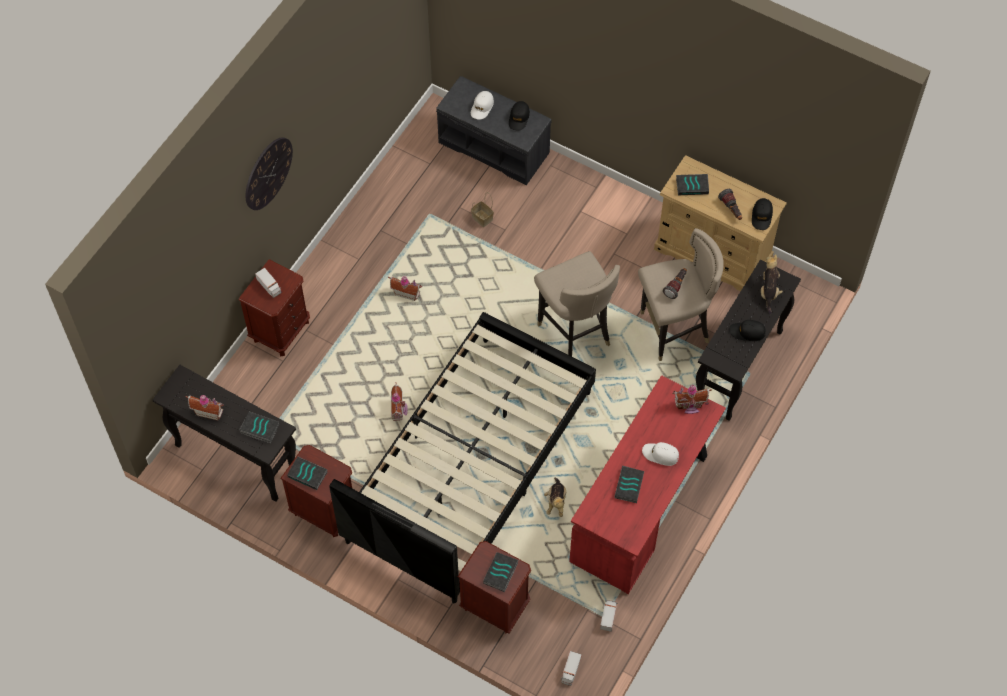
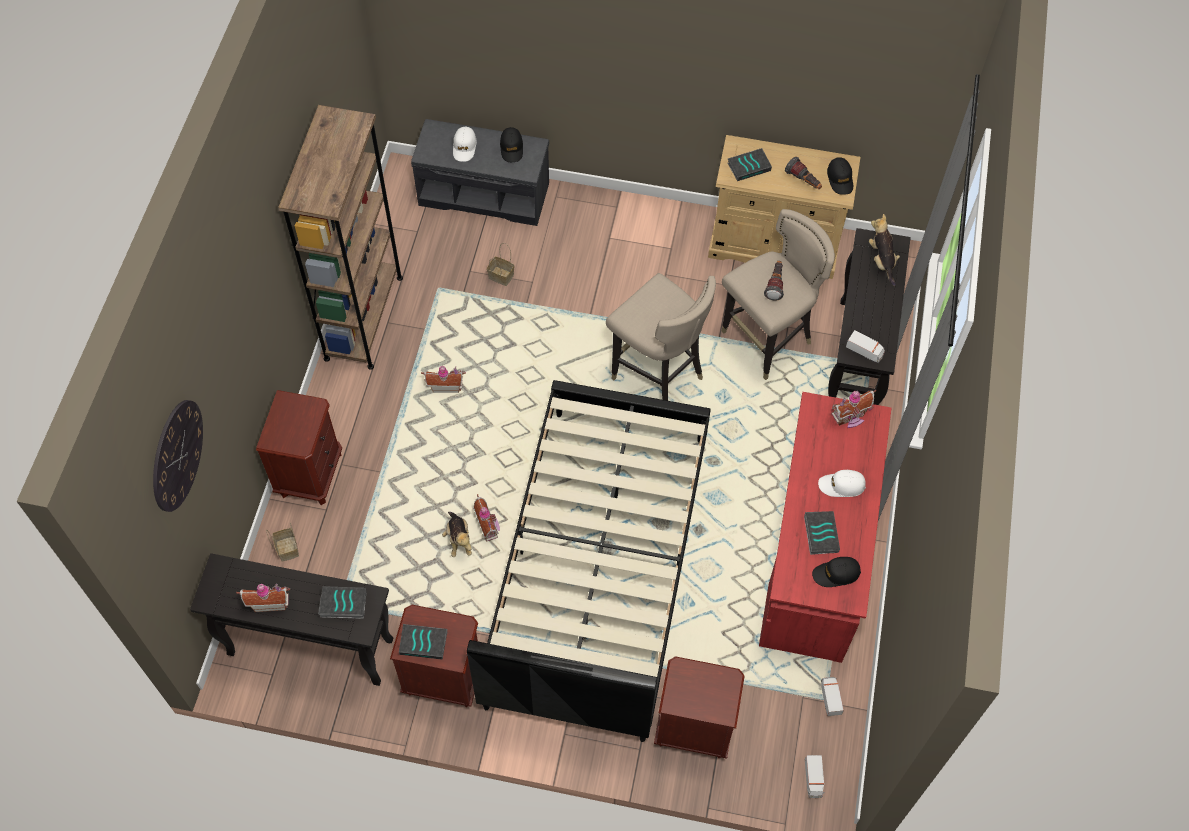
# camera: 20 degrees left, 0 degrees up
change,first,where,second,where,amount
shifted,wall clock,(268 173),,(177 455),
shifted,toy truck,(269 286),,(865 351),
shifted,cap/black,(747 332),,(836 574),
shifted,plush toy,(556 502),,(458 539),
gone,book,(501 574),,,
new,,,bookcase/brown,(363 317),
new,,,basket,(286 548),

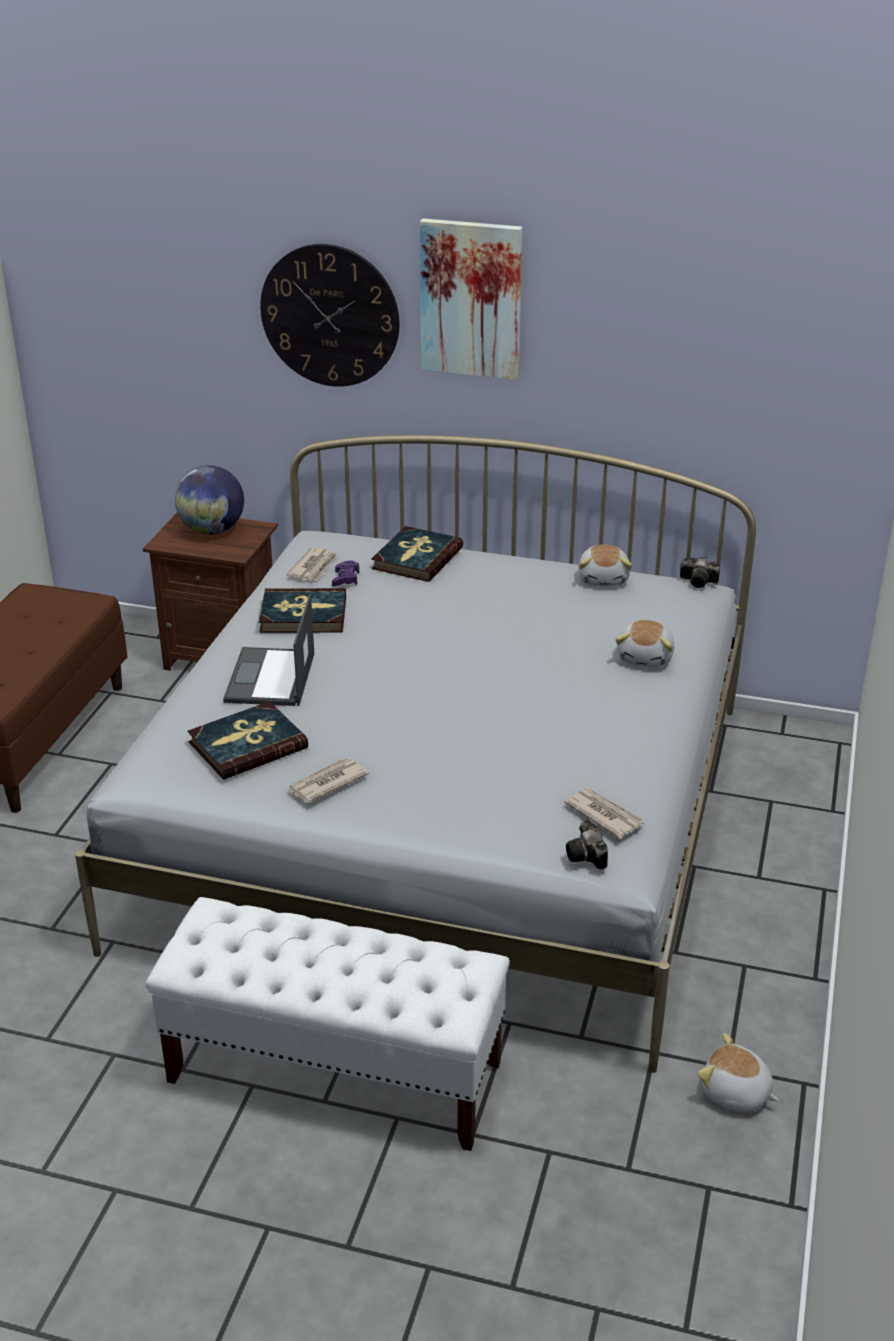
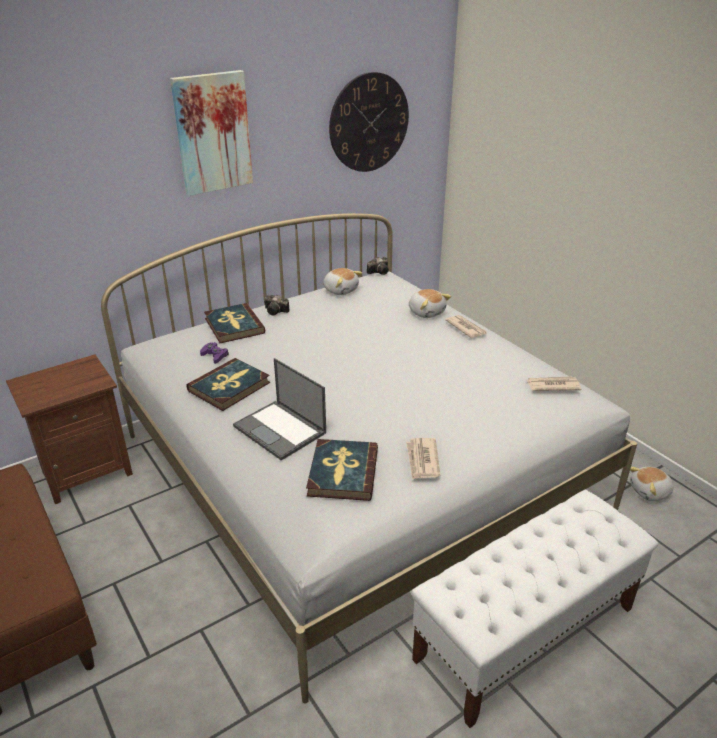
# camera: 50 degrees left, 0 degrees up
change,first,where,second,where,amount
shifted,wall clock,(330 316),,(369 123),
gone,globe,(212 530),,,
shifted,newspaper,(314 567),,(466 328),
shifted,photo camera,(587 857),,(276 311),

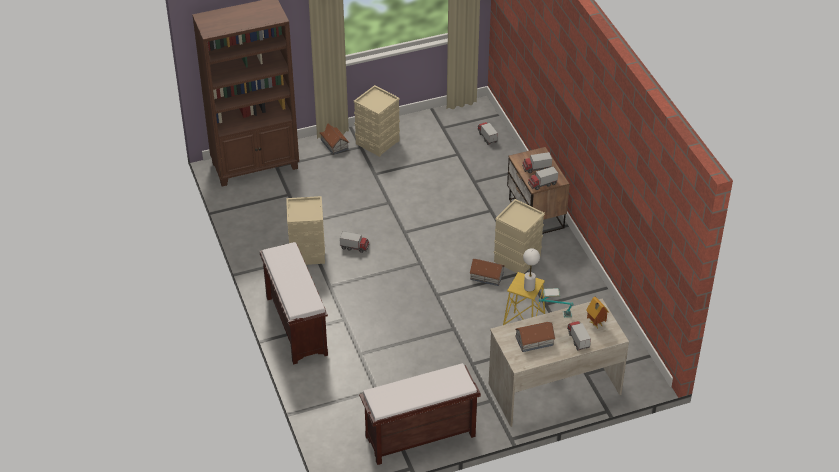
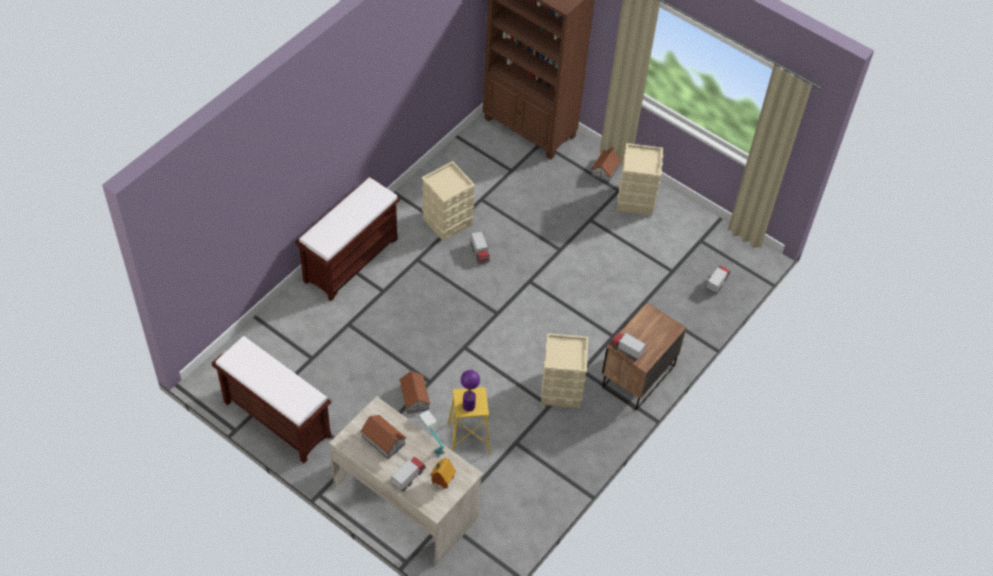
# camera: 55 degrees right, 10 degrees up
change,first,where,second,where,amount
gone,toy truck,(536 168),,,
repainted,table lamp/white,(529 287),table lamp/purple,(468 406),
shifted,toy house,(487 276),,(414 397),

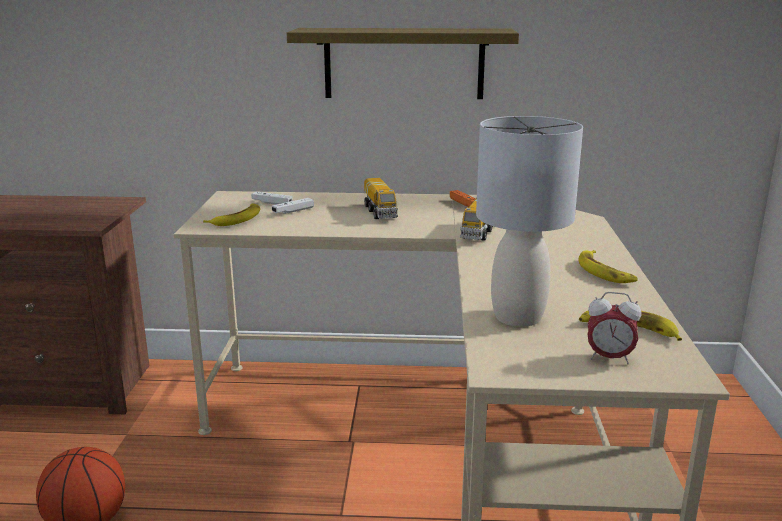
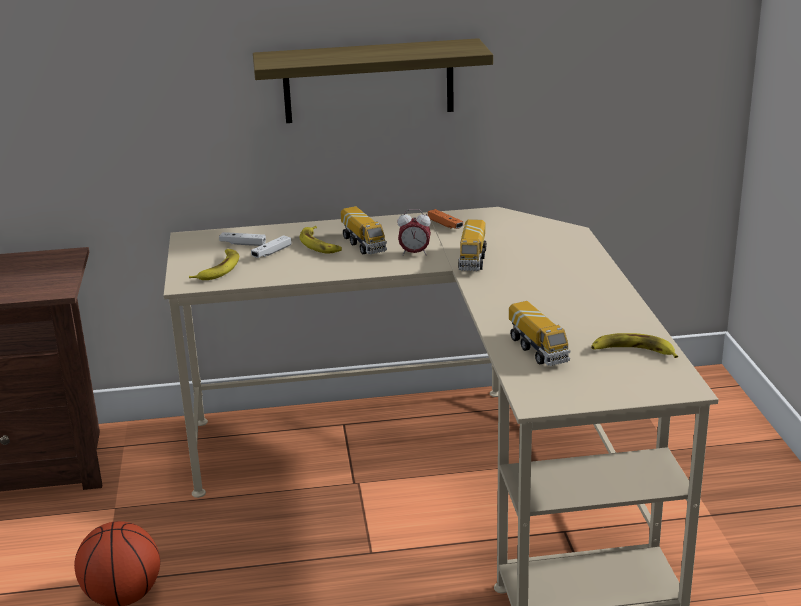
# camera: 10 degrees left, 5 degrees up
change,first,where,second,where,amount
swapped,table lamp/grey,(518 316),toy truck,(538 350),
shifted,banana,(604 272),,(320 245),
shifted,alarm clock,(609 358),,(414 253),

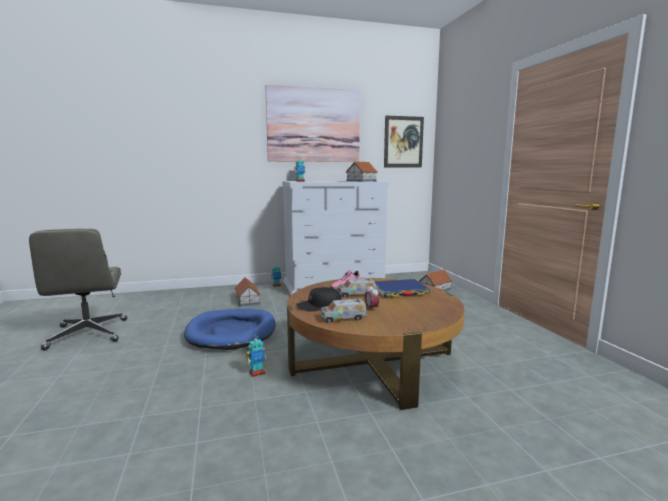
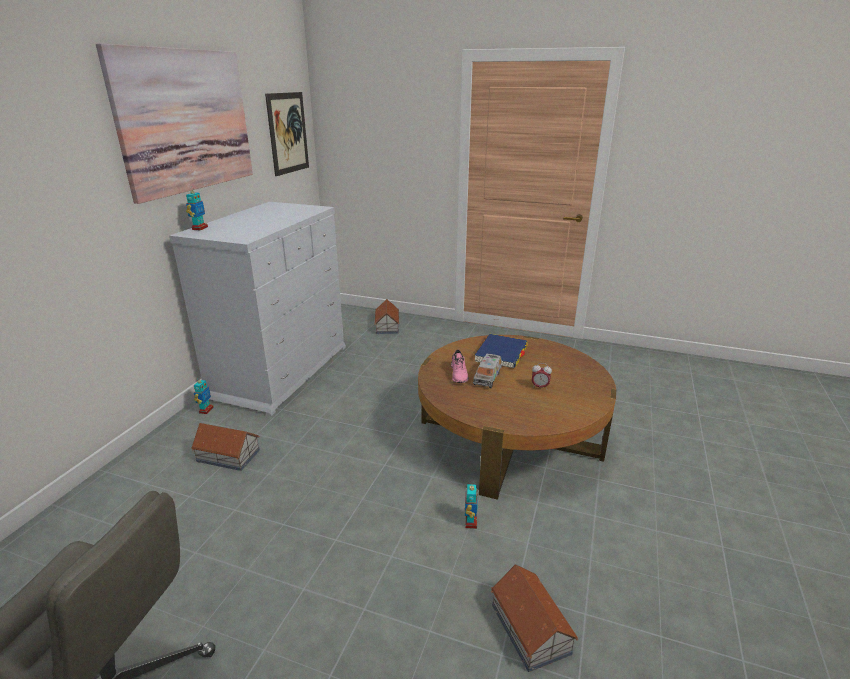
# camera: 55 degrees left, 15 degrees up
change,first,where,second,where,amount
shifted,toy house,(361 181),,(530 629),
gone,cap/black,(319 306),,,
gone,toy truck,(343 318),,,
gone,dog bed/blue,(232 332),,,

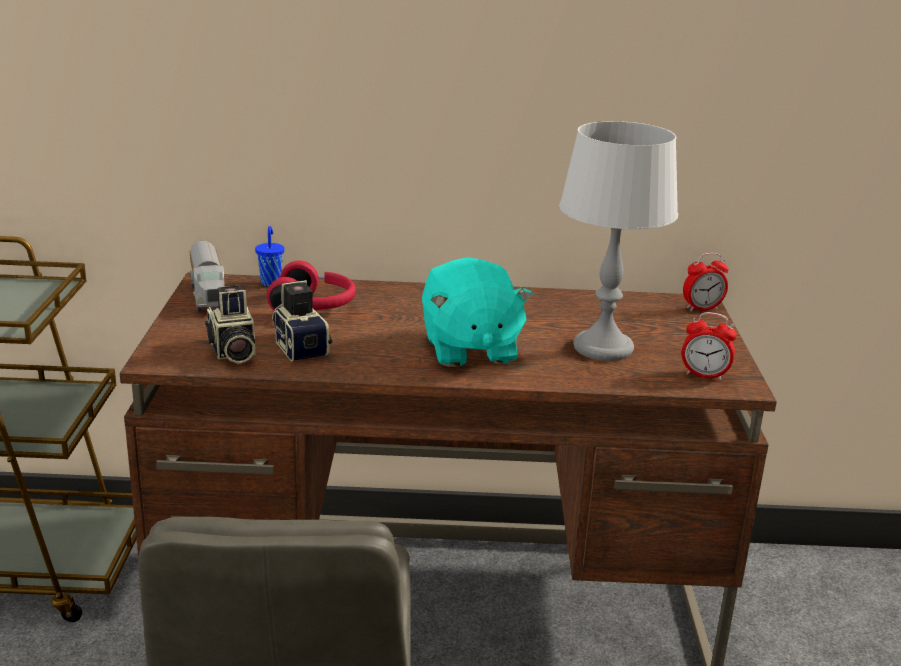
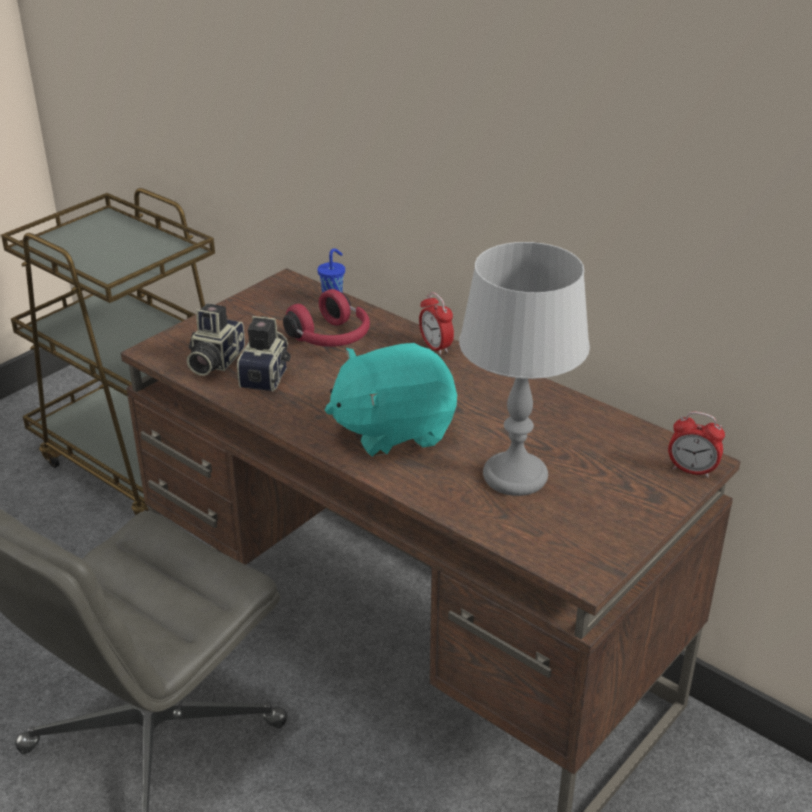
# camera: 40 degrees right, 10 degrees up
change,first,where,second,where,amount
gone,toy truck,(210 295),,,
rotated,plush toy/turquoise,(469 349),,(393 430),45 degrees clockwise
shifted,alarm clock,(704 375),,(435 347),

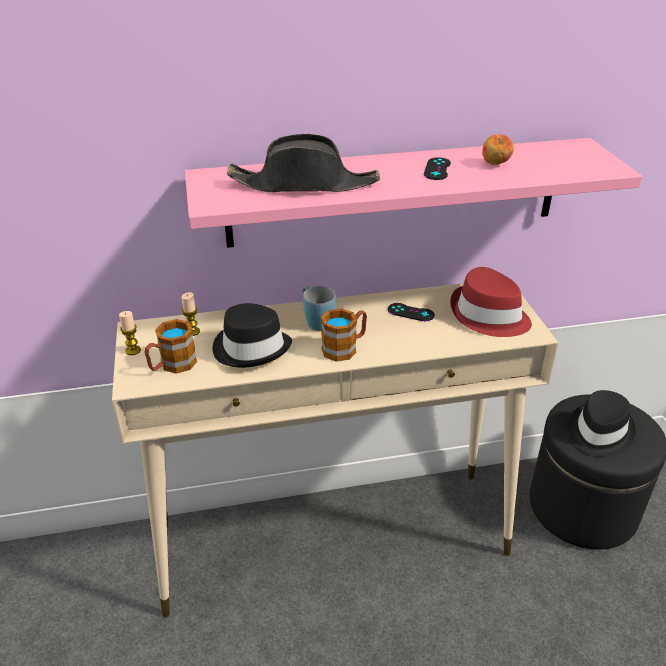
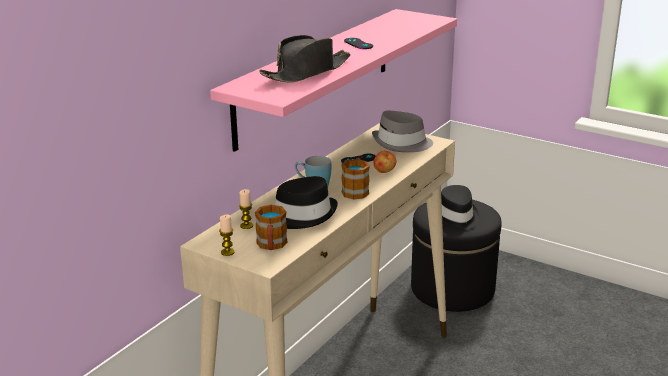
# camera: 45 degrees left, 10 degrees down
change,first,where,second,where,amount
shifted,apple,(495 164),,(384 172),
repainted,hat/red,(488 316),hat/grey,(402 144),

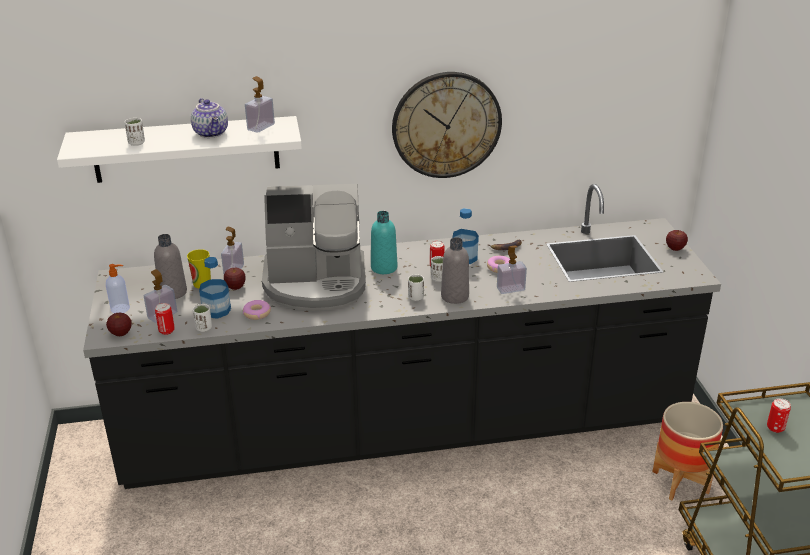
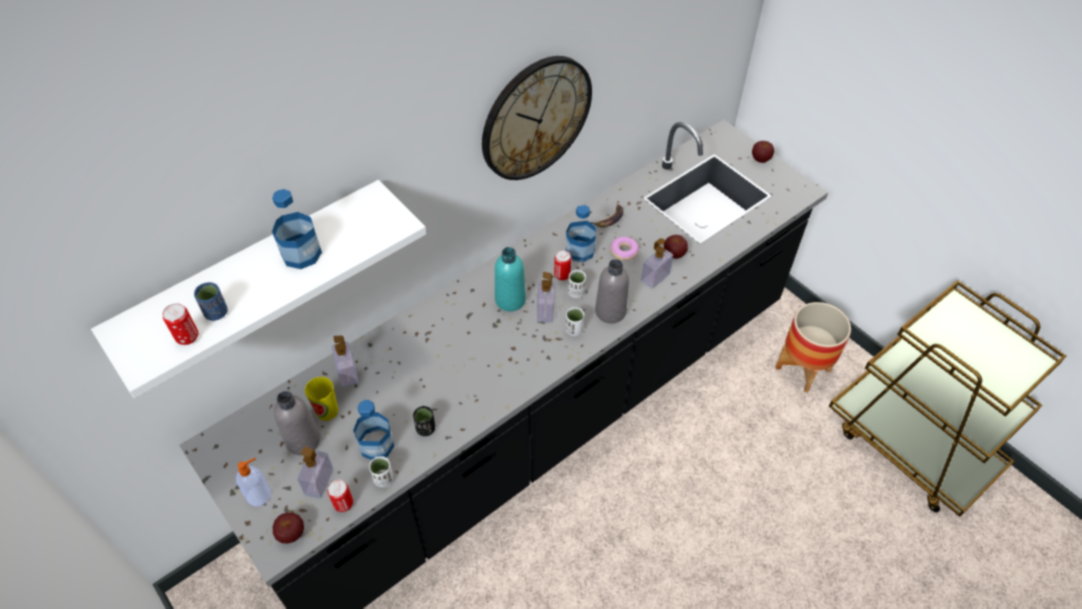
# camera: 30 degrees left, 20 degrees up
change,first,where,second,where,amount
shifted,soap dispenser,(261 127),,(545 310),
swapped,teapot,(212 133),bottle,(301 254),
repainted,cup/white,(136 143),cup/blue,(216 312),
gone,coffee machine,(316 283),,,
shifted,apple,(235 287),,(674 254),
swapped,donut,(257 313),cup/black,(425 429),
shifted,can,(775 428),,(187 337),

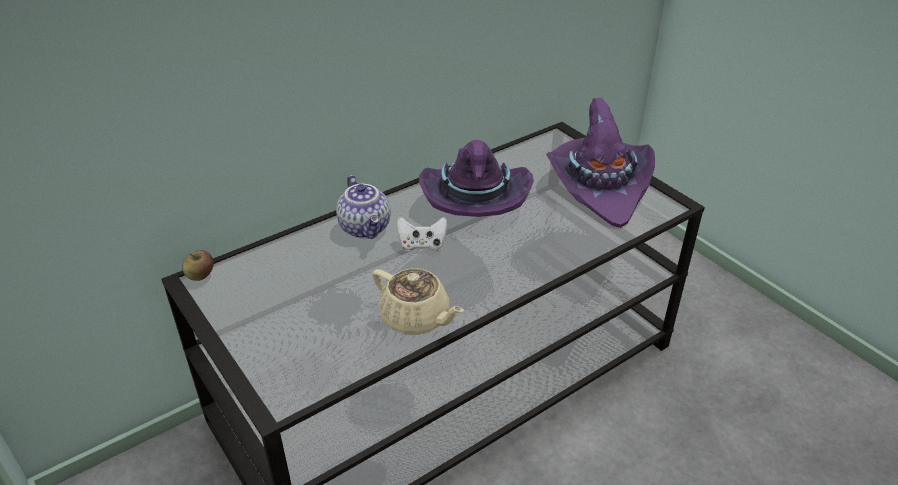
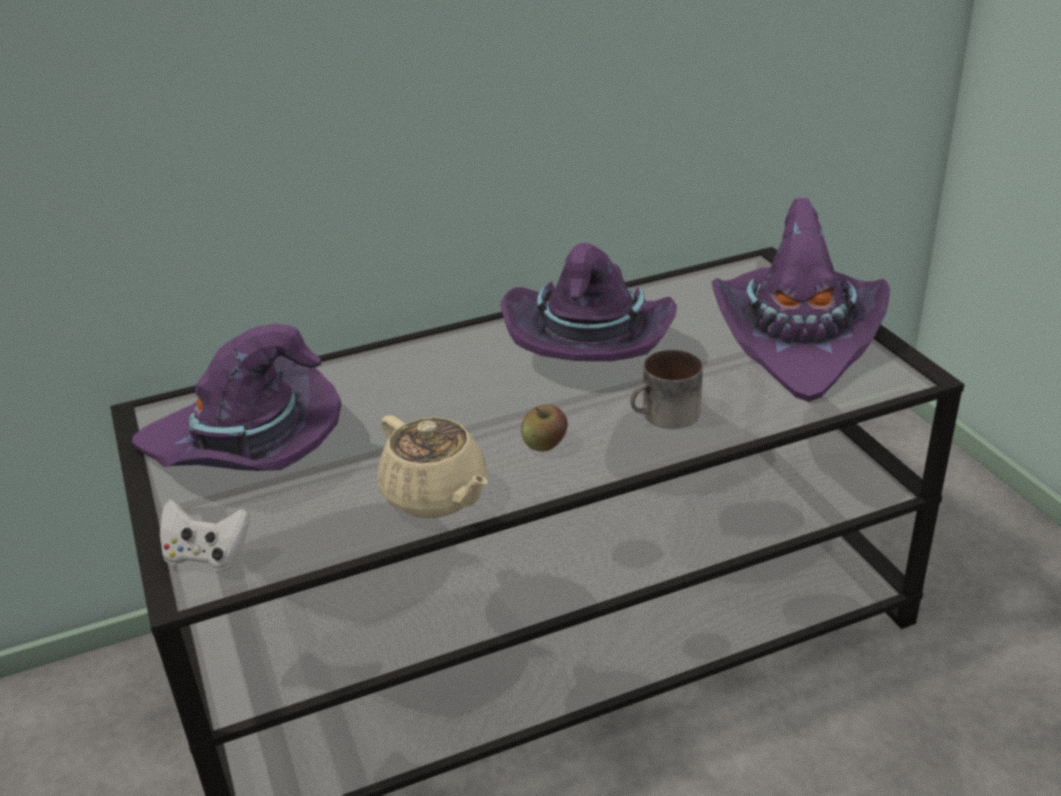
# camera: 15 degrees right, 5 degrees down
change,first,where,second,where,amount
gone,teapot,(366 228),,,
shifted,game controller/white,(422 245),,(207 556),
shifted,apple,(201 275),,(545 444),
new,,,hat/purple,(247 450),
new,,,mug,(666 416),

